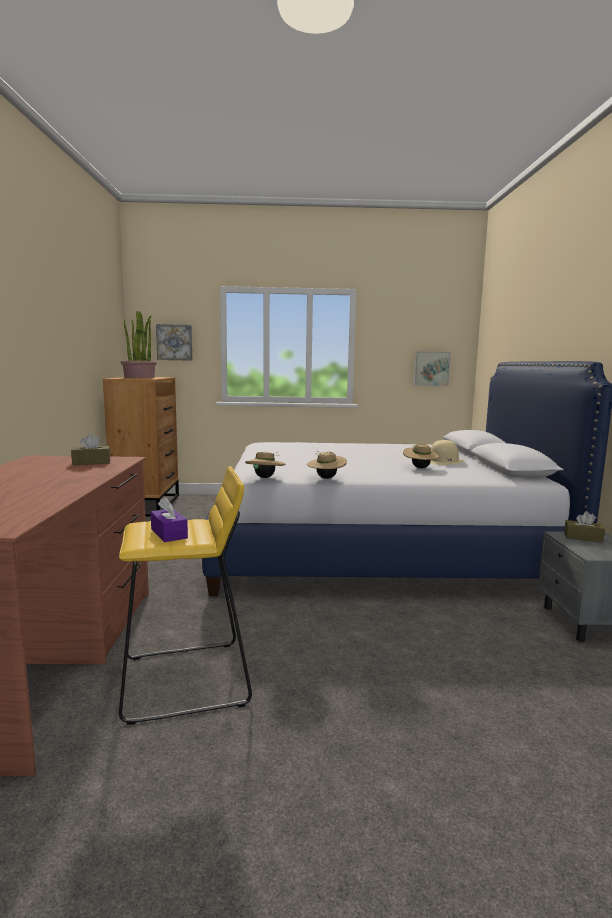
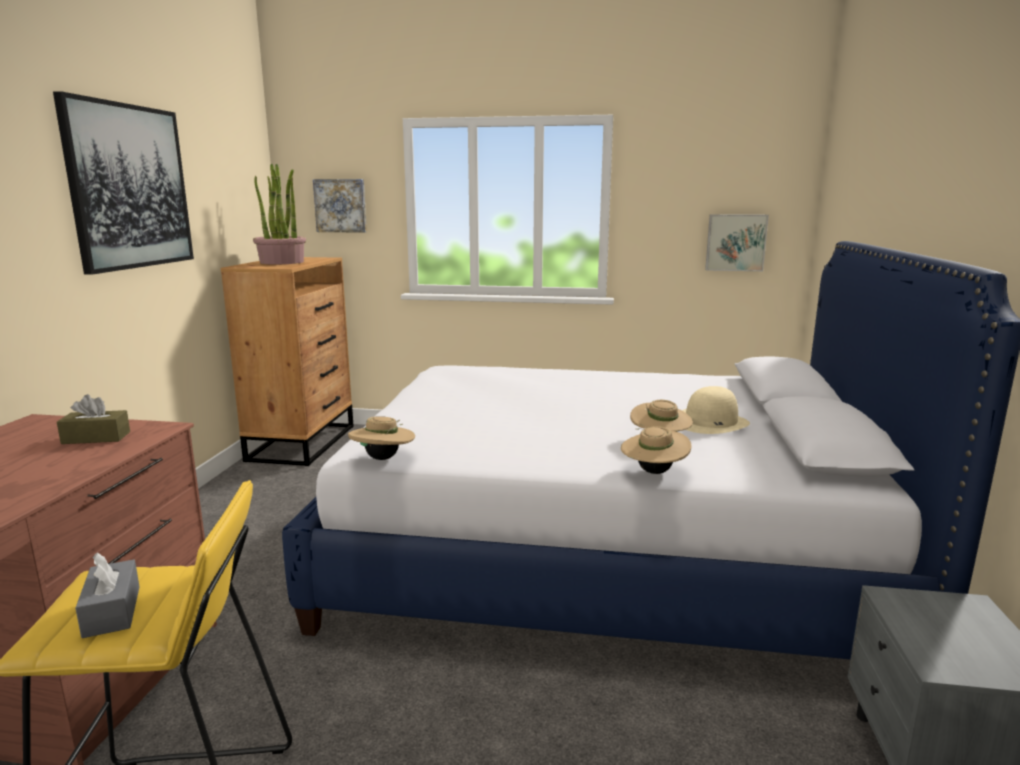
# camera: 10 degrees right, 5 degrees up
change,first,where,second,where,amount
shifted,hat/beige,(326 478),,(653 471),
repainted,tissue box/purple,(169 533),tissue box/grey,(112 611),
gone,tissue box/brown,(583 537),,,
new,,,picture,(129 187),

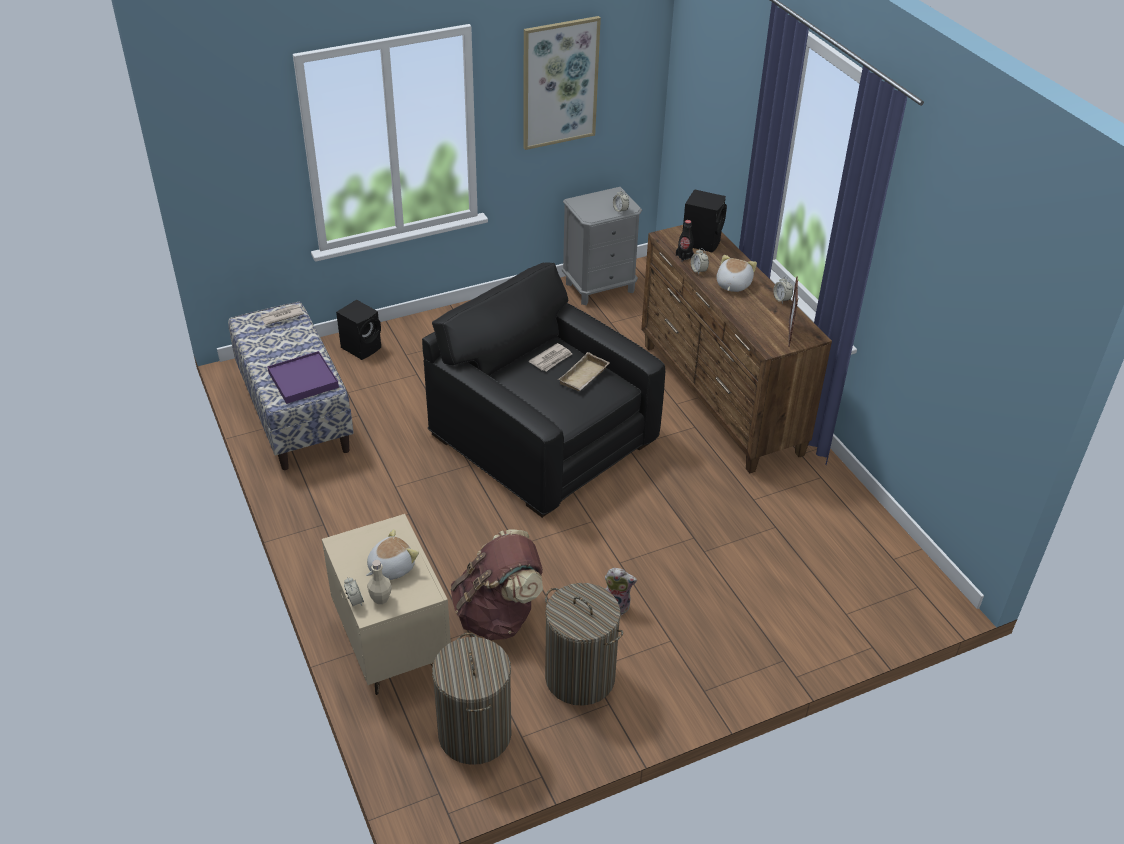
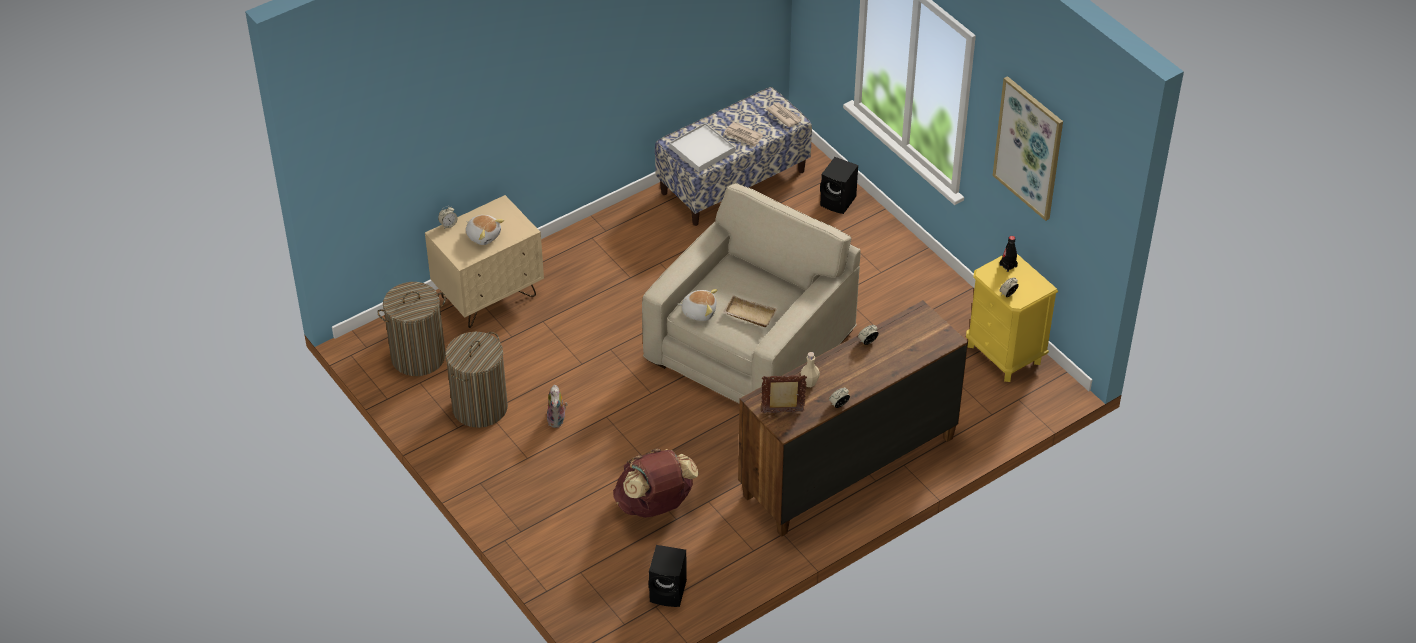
# camera: 80 degrees right, 5 degrees up
change,first,where,second,where,amount
repainted,nightstand/grey,(600 287),nightstand/yellow,(1004 354),
shifted,speaker/black,(702 241),,(669 592),
shifted,bottle/black,(684 256),,(1008 266),
shifted,plush toy,(732 284),,(699 311),
repainted,armchair/black,(542 437),armchair/beige,(751 345),
shifted,newspaper,(551 359),,(743 136),
repainted,tray/purple,(303 380),tray/white,(702 150),
shifted,backpack/brown,(498 615),,(655 505),
shifted,bottle/beige,(380 598),,(809 383),

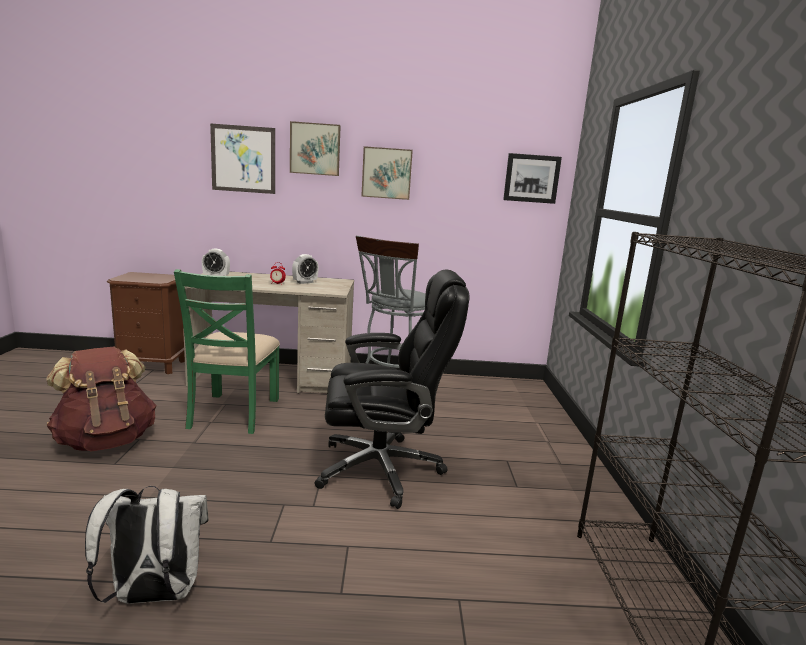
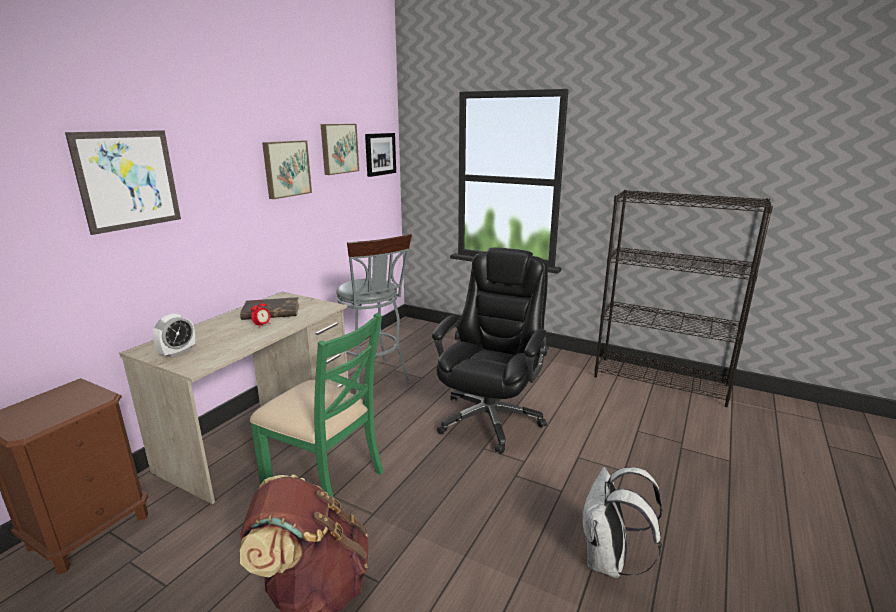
# camera: 60 degrees left, 5 degrees up
change,first,where,second,where,amount
shifted,picture,(315 149),,(338 148),
swapped,alarm clock,(305 282),book/brown,(270 312),

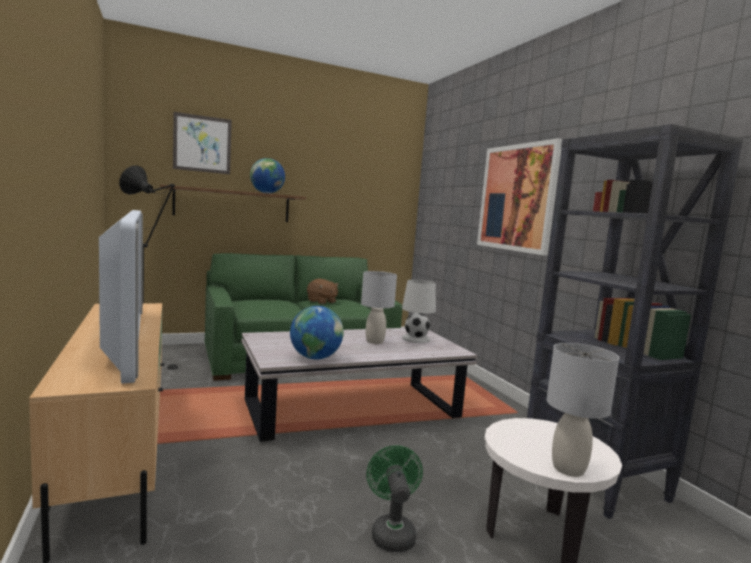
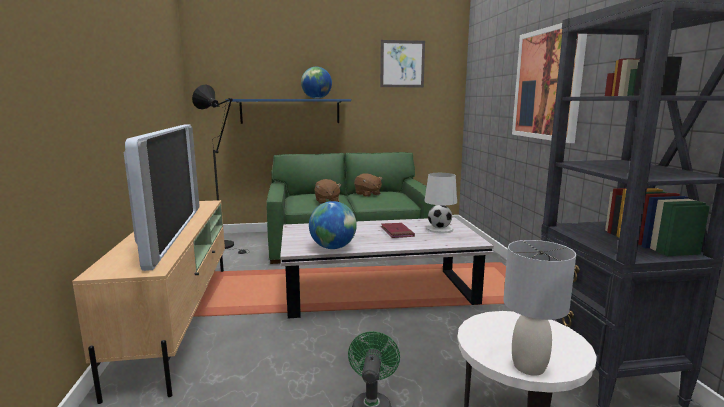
# camera: 15 degrees right, 5 degrees up
change,first,where,second,where,amount
shifted,picture,(202 144),,(402 64),
repainted,shelf/brown,(233 205),shelf/blue,(290 111),
swapped,table lamp/grey,(374 342),book/red,(397 232),
new,,,plush toy/brown,(327 201),

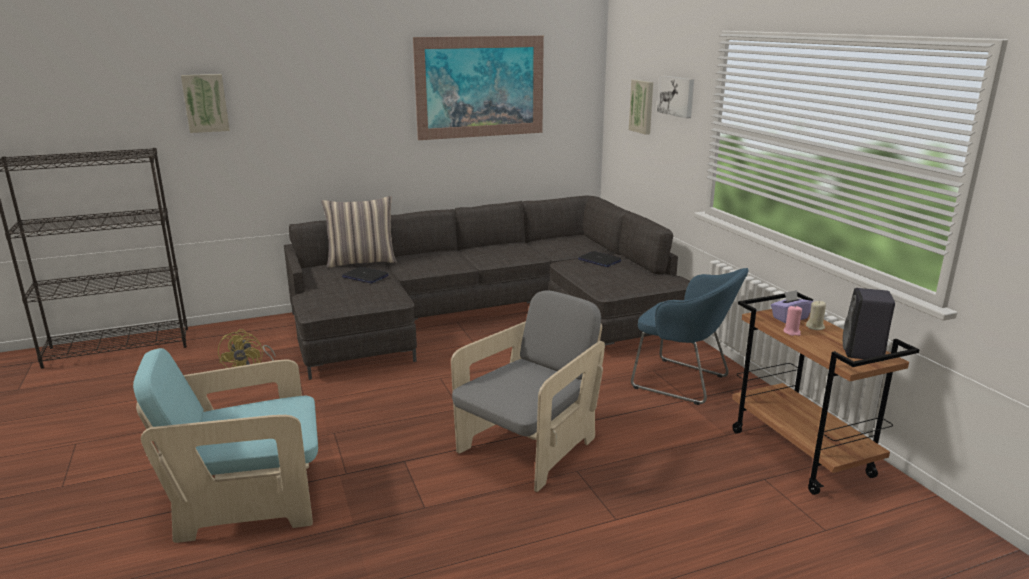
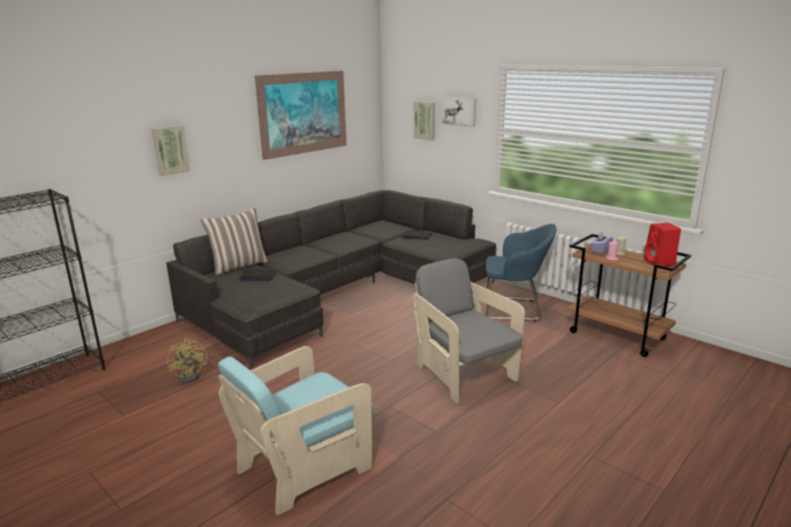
# camera: 25 degrees left, 0 degrees up
change,first,where,second,where,amount
shifted,picture,(205 103),,(170 150),
repainted,speaker/black,(863 353),speaker/red,(660 263),
rotated,armchair/grey,(529 448),,(464 374),45 degrees counterclockwise

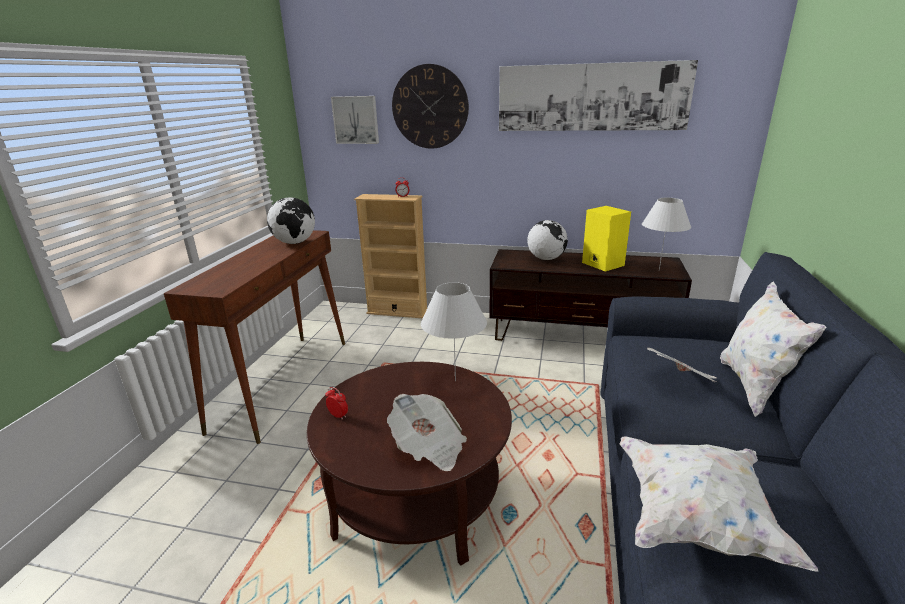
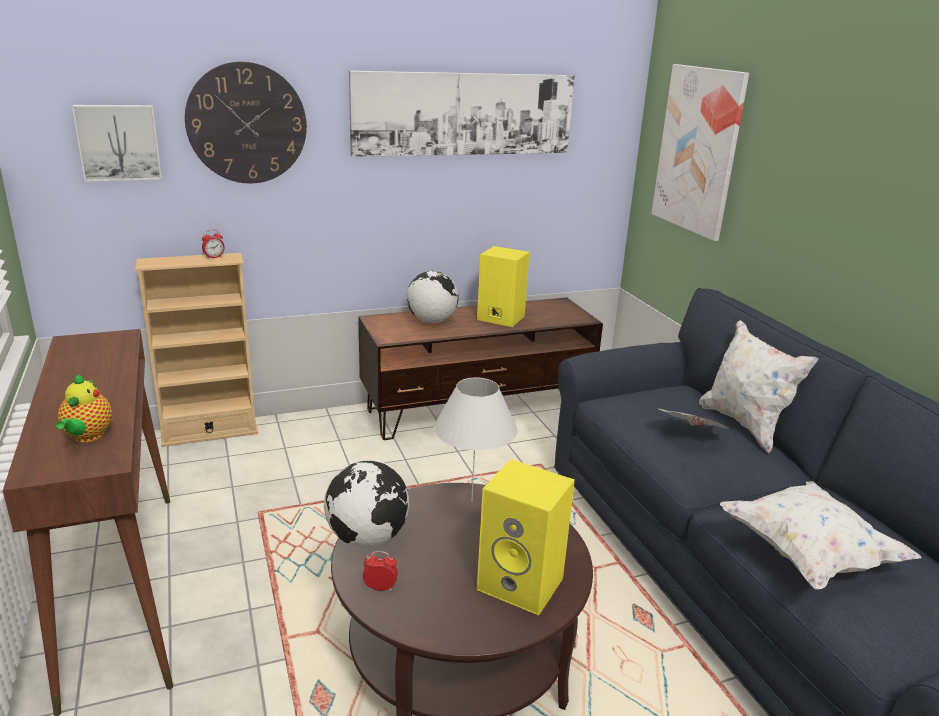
# camera: 35 degrees left, 0 degrees up
change,first,where,second,where,amount
shifted,globe,(295 243),,(367 538),
gone,table lamp/white,(659 270),,,
swapped,newspaper,(428 447),speaker/yellow,(523 584),
new,,,picture,(698 150),
new,,,teapot,(87 437),

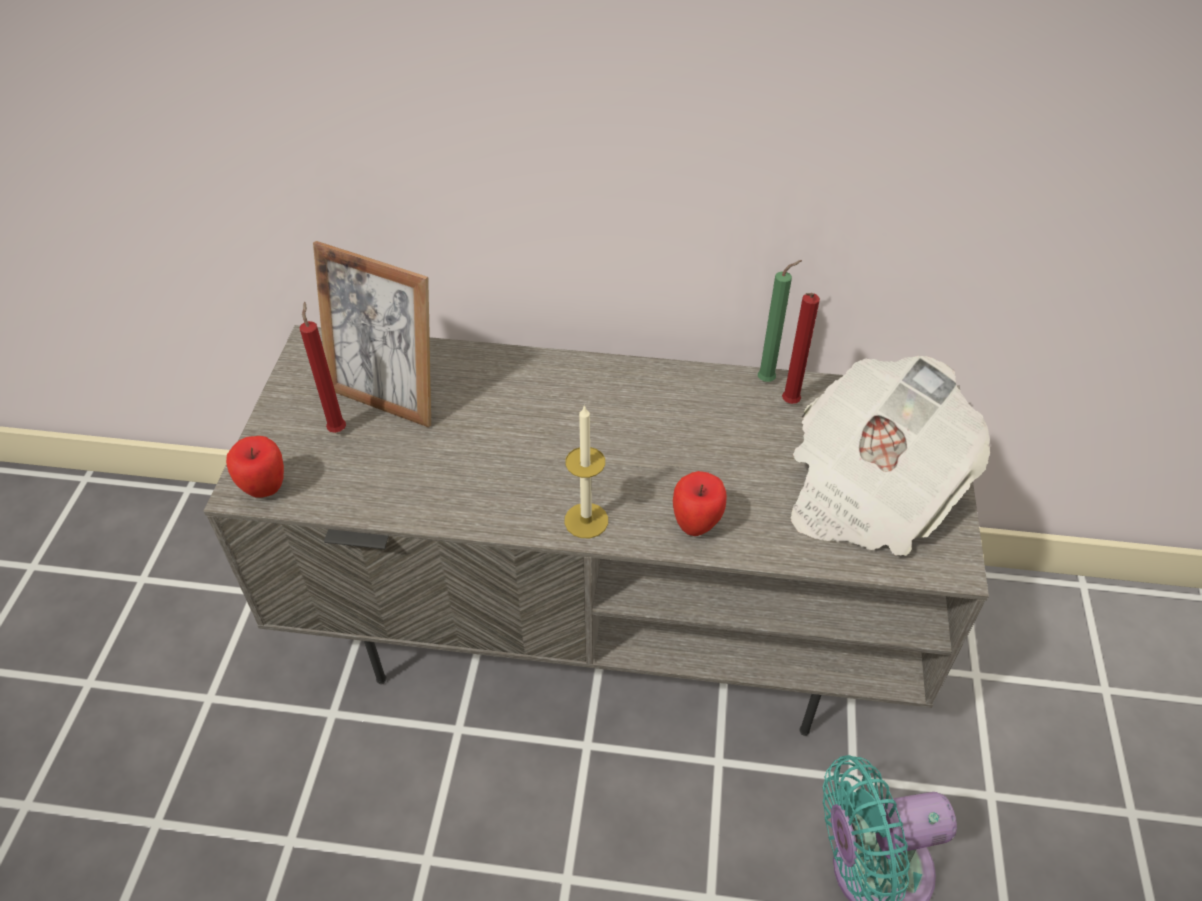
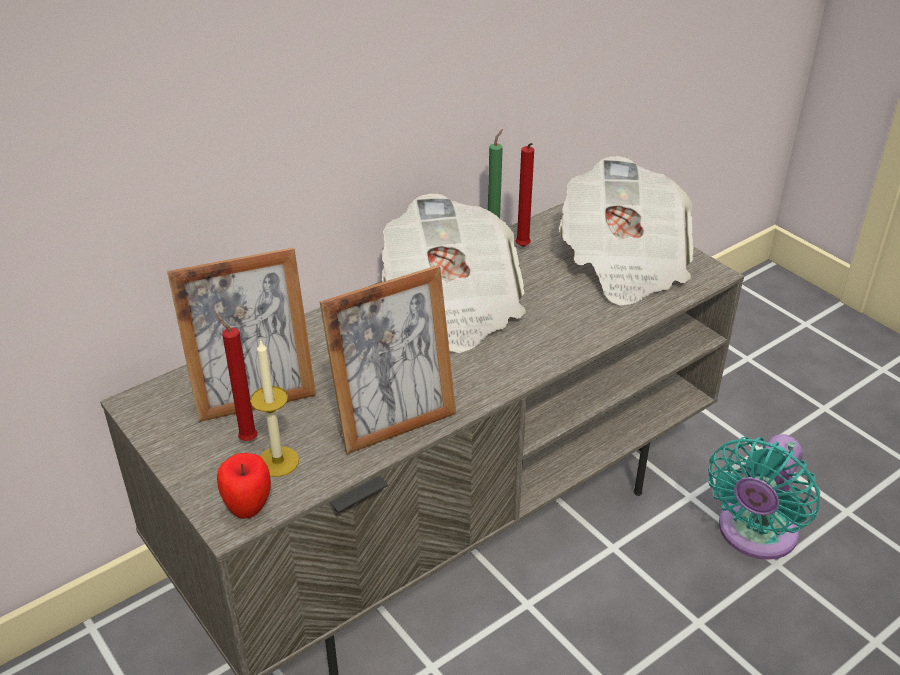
# camera: 45 degrees left, 10 degrees down
change,first,where,second,where,amount
shifted,candle,(586 520),,(278 461),
gone,apple,(696 526),,,
new,,,newspaper,(454 305),
new,,,picture frame,(394 423),

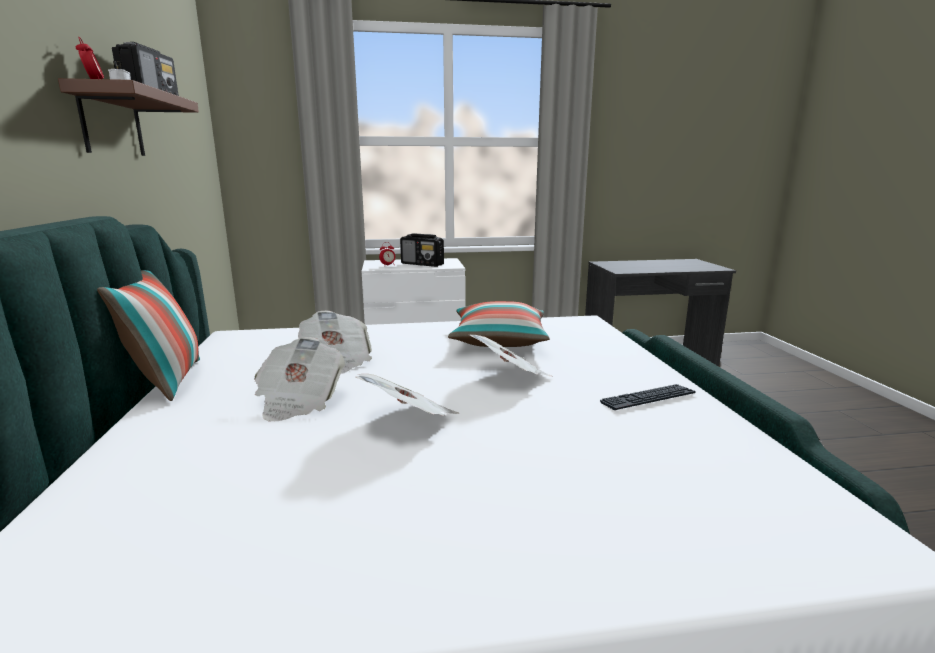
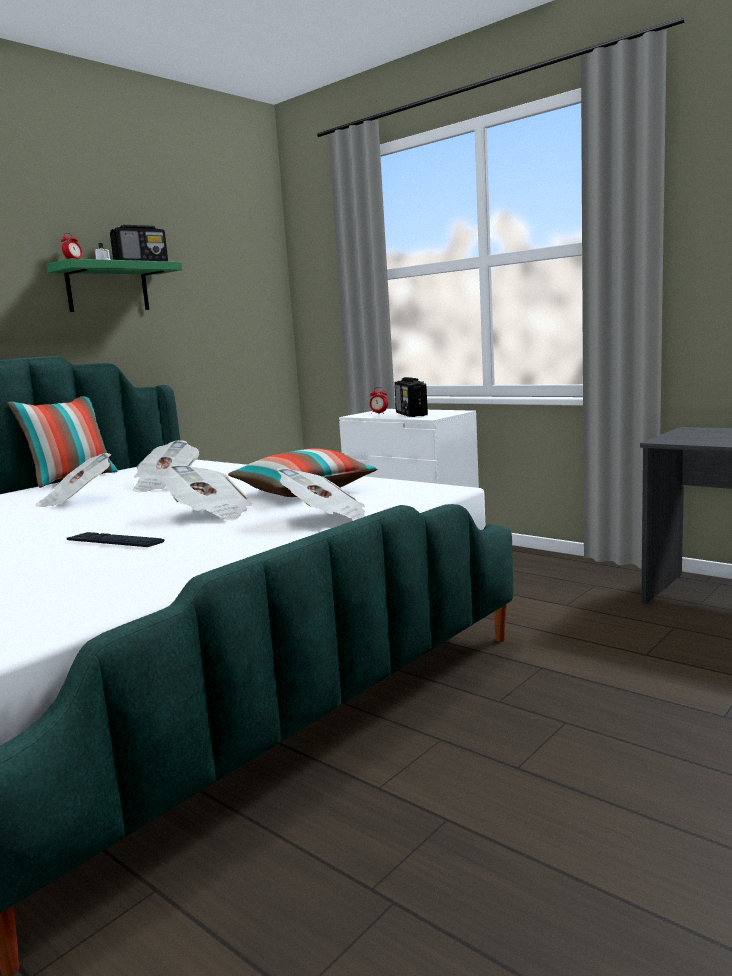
# camera: 50 degrees right, 5 degrees down
change,first,where,second,where,amount
repainted,shelf/brown,(112 123),shelf/green,(107 288),
shifted,newspaper,(409 419),,(326 518),
shifted,keyboard,(648 398),,(115 542),

